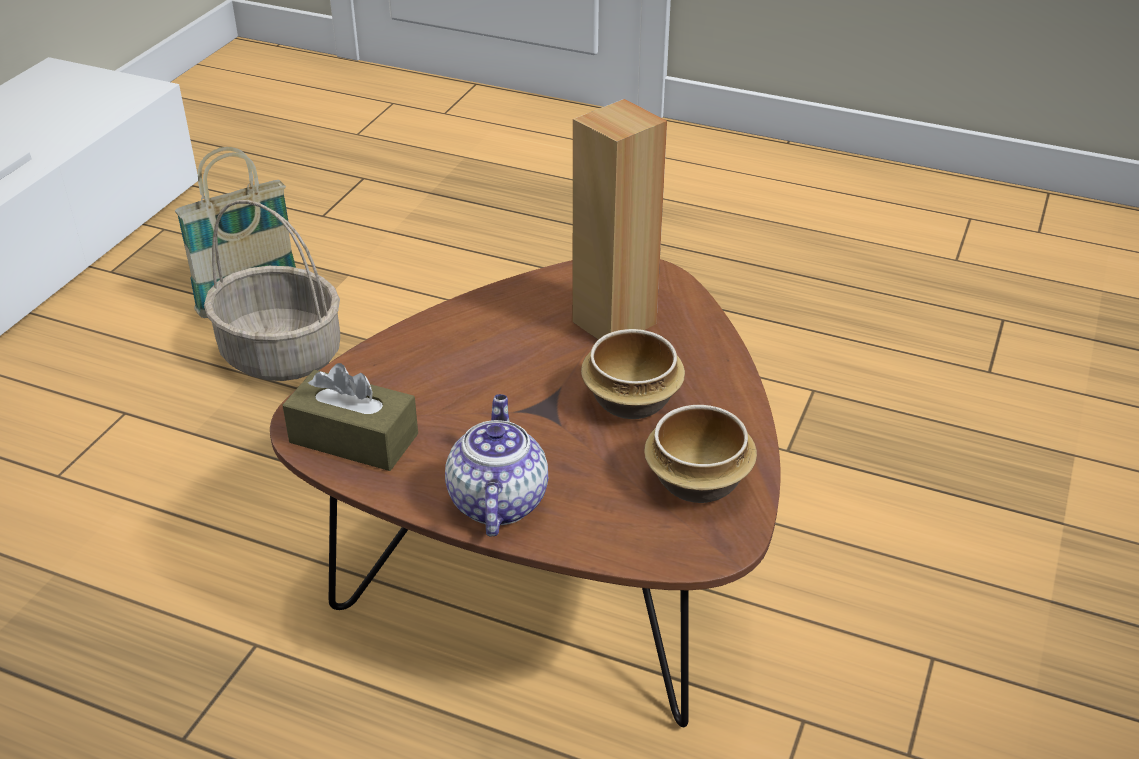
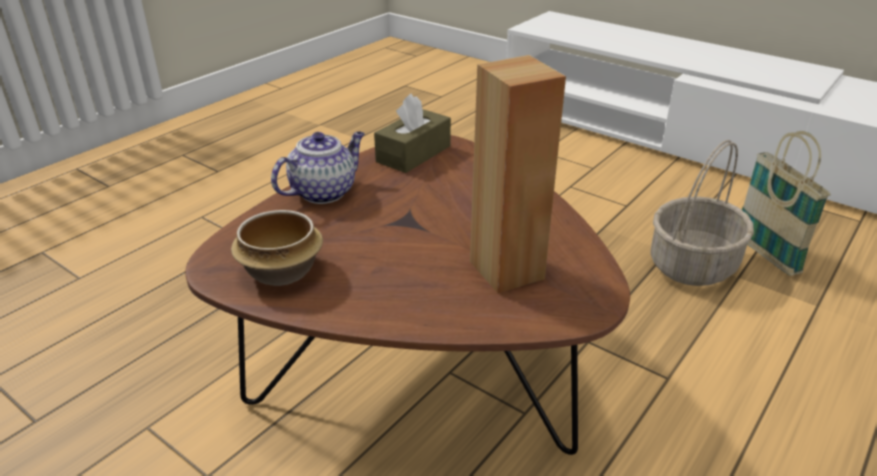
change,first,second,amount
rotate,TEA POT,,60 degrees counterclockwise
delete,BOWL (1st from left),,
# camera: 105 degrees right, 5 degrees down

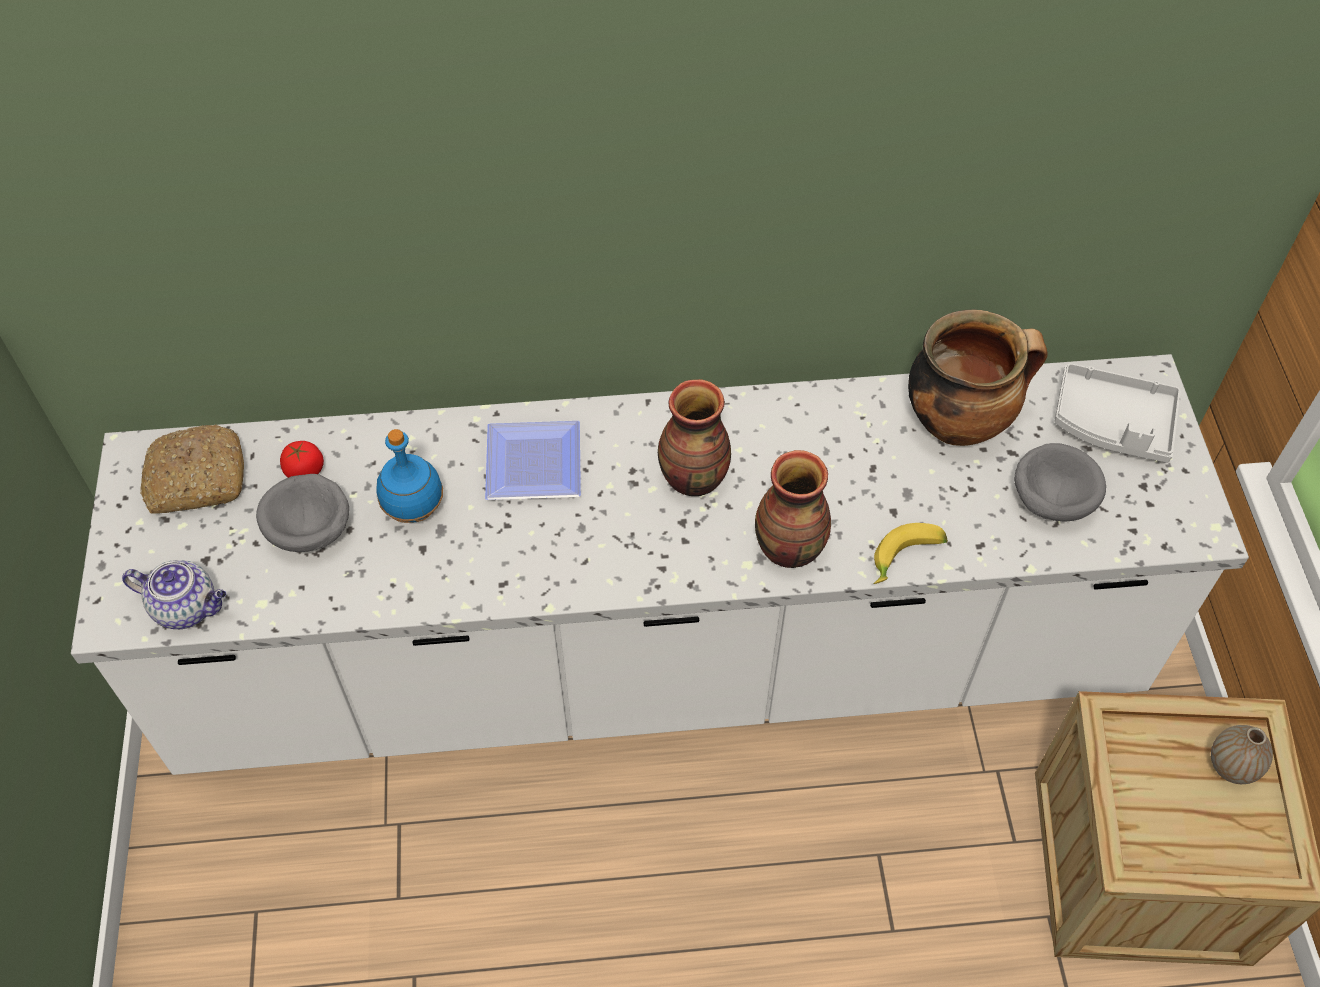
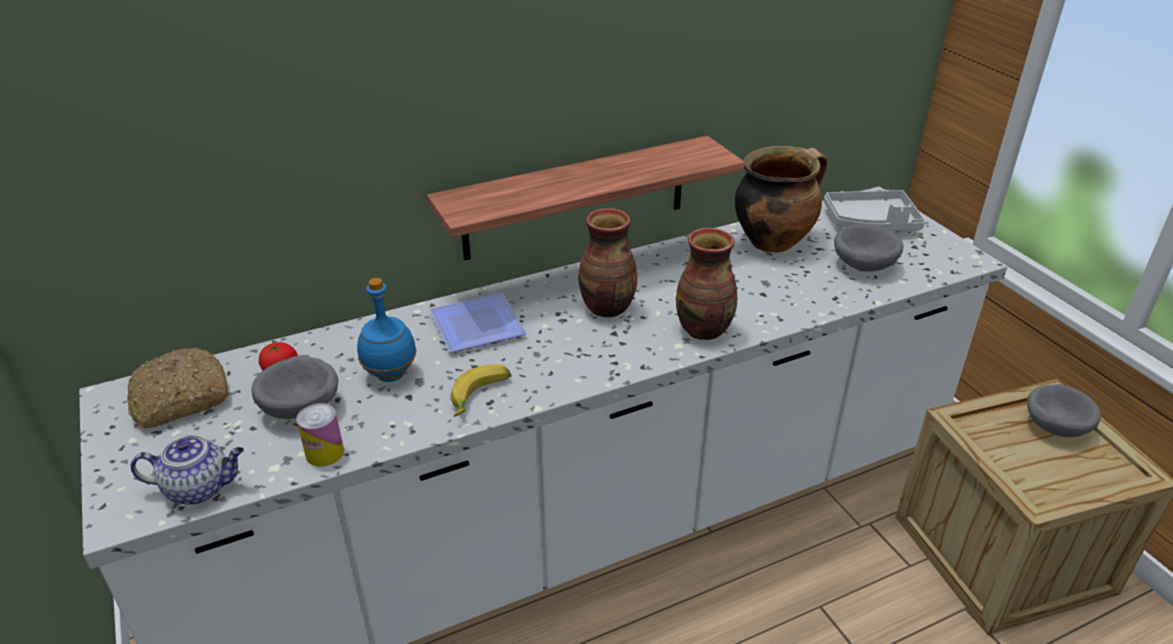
change,first,second,amount
move,BANANA FRUIT,,
replace,VASE (3rd from left),GRAY BOWL (3rd from left),
insert,,SEALED CAN,
insert,,SHELF,
# camera: 20 degrees left, 20 degrees down

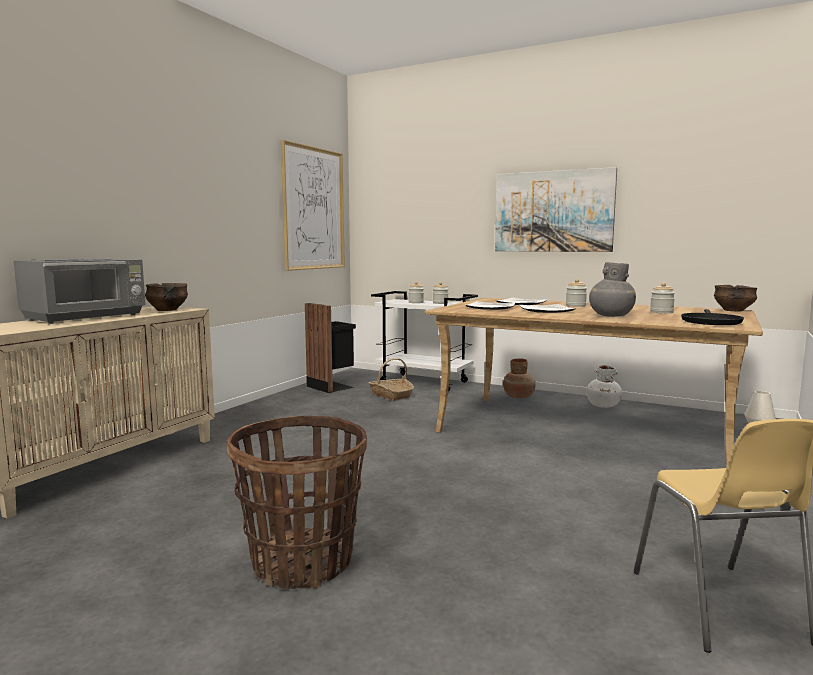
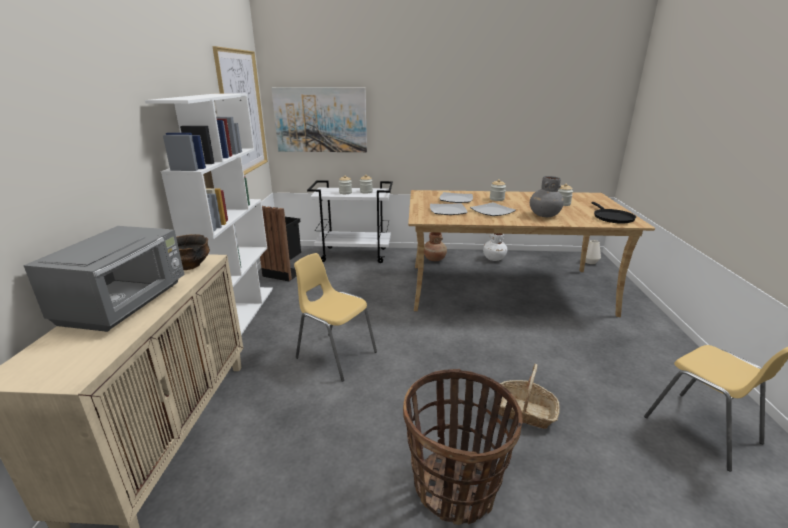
change,first,second,amount
move,HOUSEHOLD BASKET (2nd from left),,
move,PICTURE (2nd from left),,
delete,BOWL (2nd from left),,
insert,,WHITE-COLOURED BOOKSHELF,
insert,,YELLOWISH PLAIN CHAIR (1st from left),
# camera: 25 degrees left, 15 degrees up

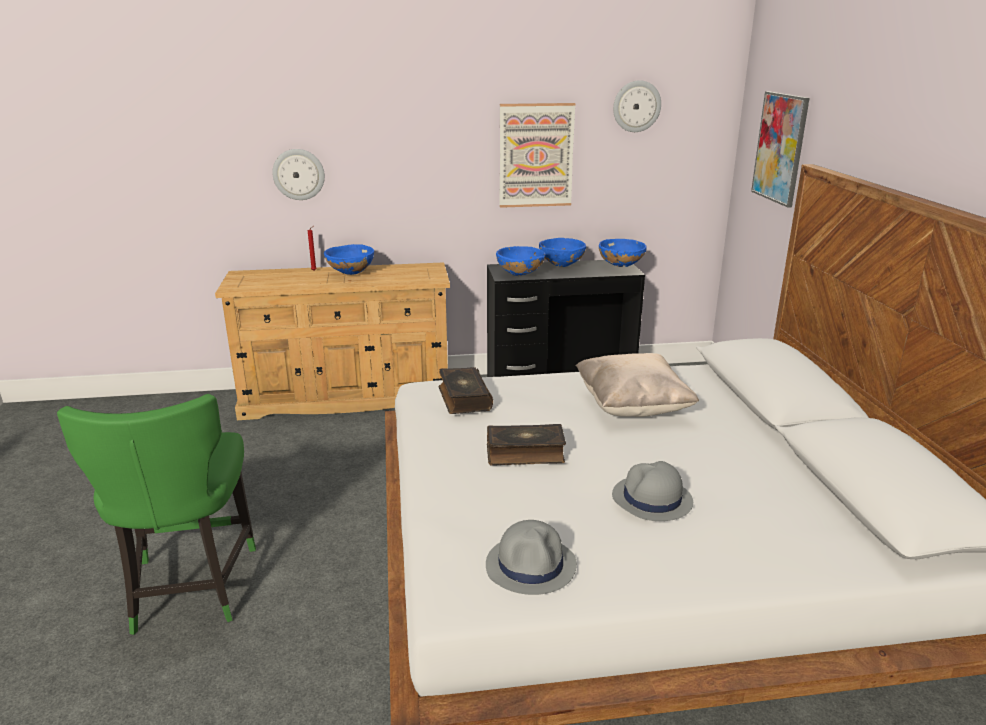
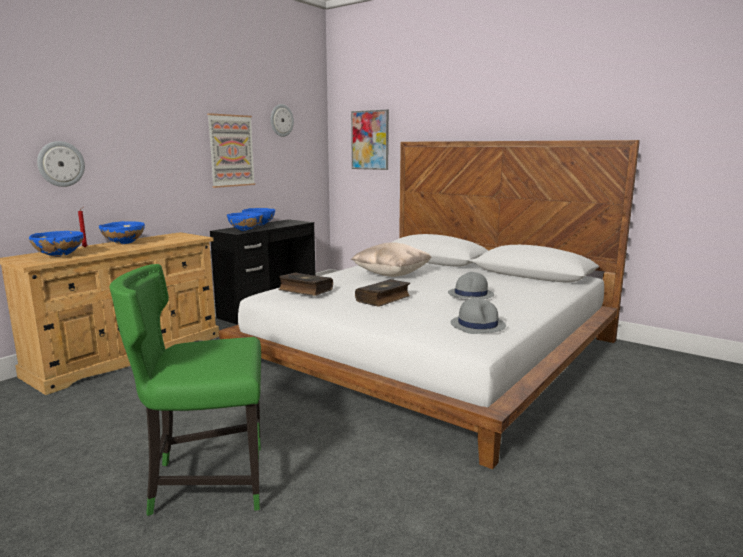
change,first,second,amount
rotate,GREEN PLAIN CHAIR,,135 degrees clockwise
move,BLUISH BOWL (4th from left in the first image),BLUISH BOWL (1st from left),
# camera: 45 degrees left, 10 degrees down

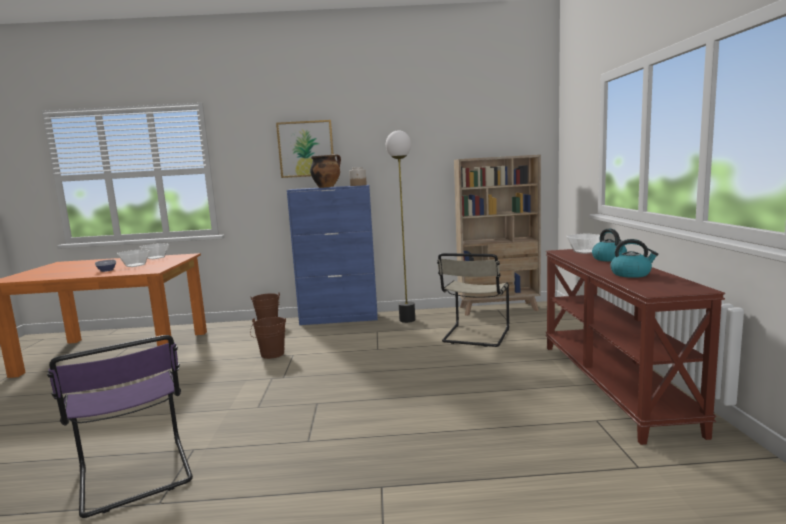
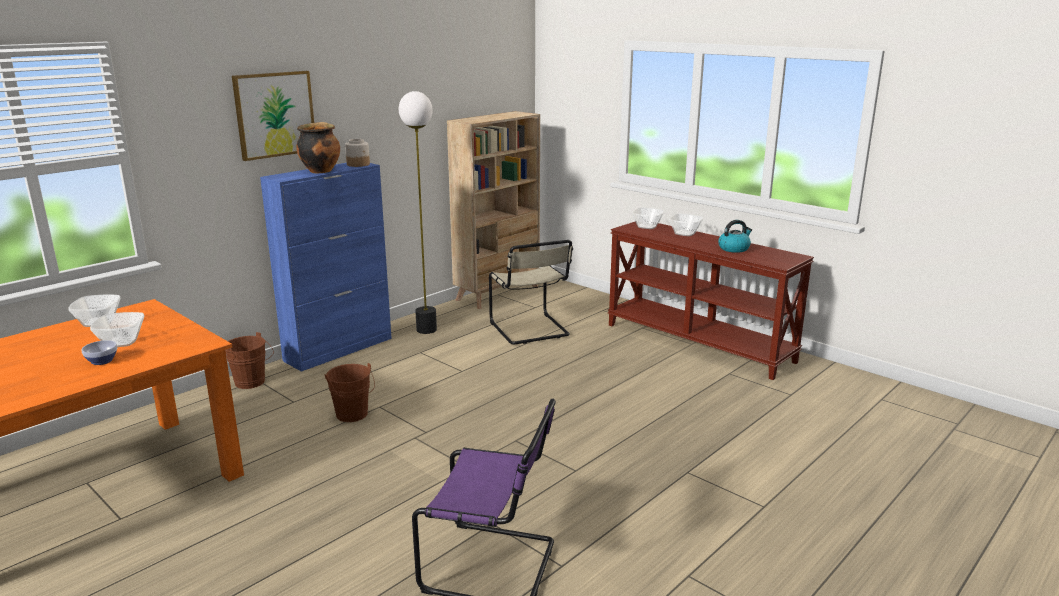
change,first,second,amount
replace,TEA KETTLE (1st from left),BOWL (5th from left),
# camera: 45 degrees left, 10 degrees up

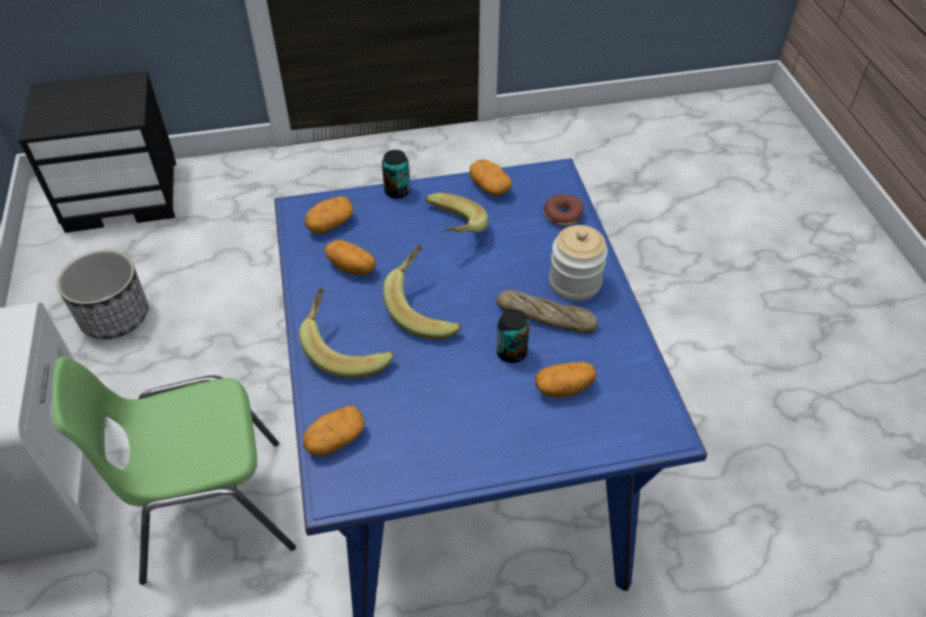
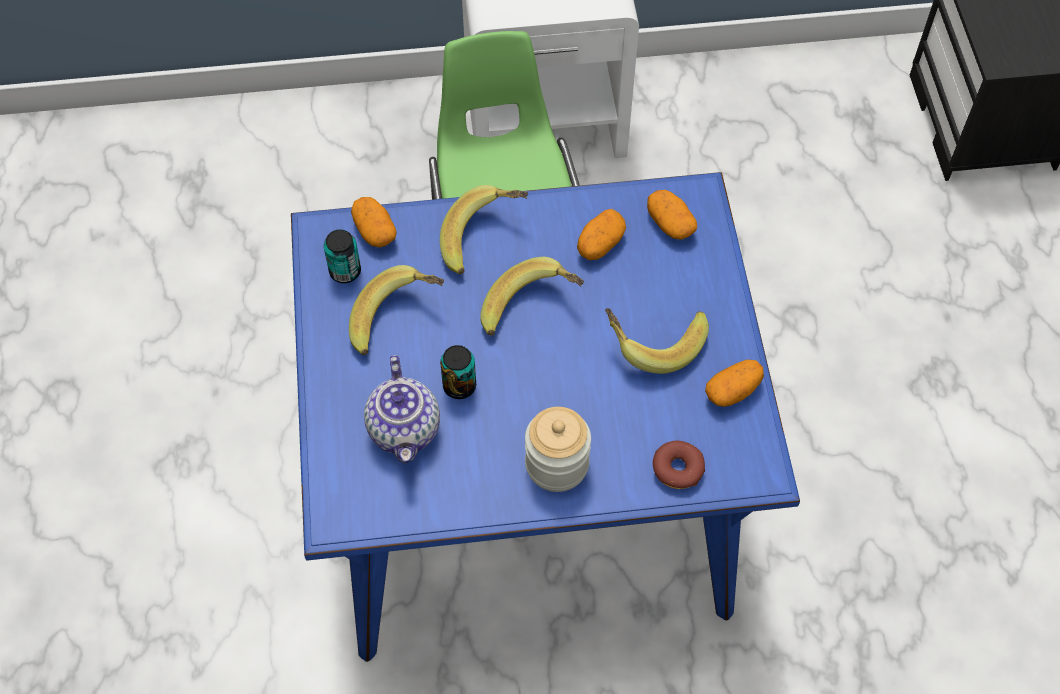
change,first,second,amount
delete,PLANT POT,,
move,SEALED CAN (1st from left),,
delete,BREAD,,
replace,WHOLE POTATO (5th from left),TEA POT,
insert,,BANANA FRUIT (1st from left),
# camera: 95 degrees right, 10 degrees up

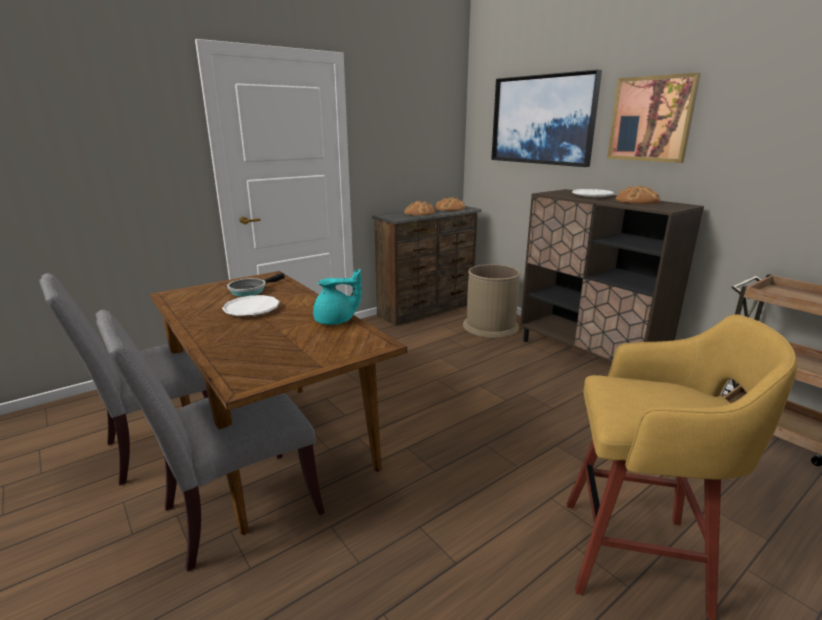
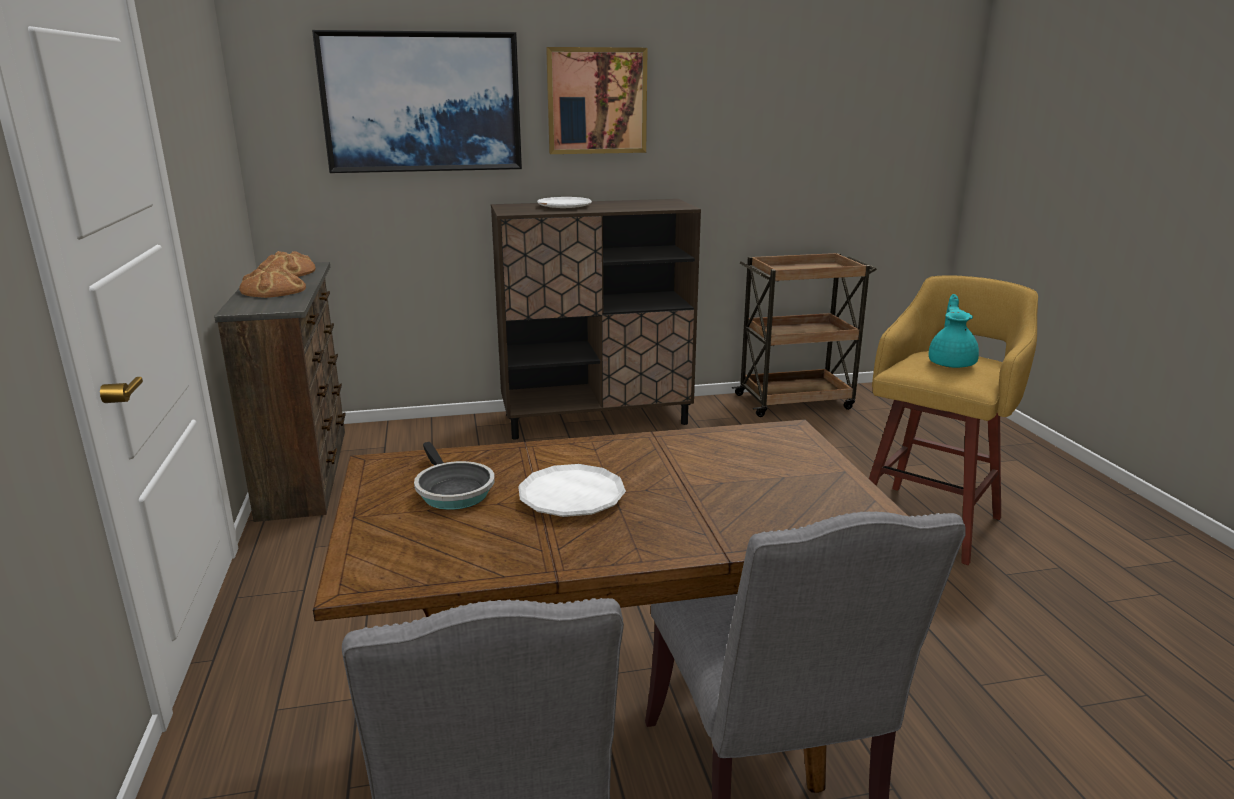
change,first,second,amount
move,TURQUOISE-COLOURED TEA POT,,
delete,BROWN TRASH CAN,,
delete,BREAD (3rd from left),,
# camera: 65 degrees left, 0 degrees up

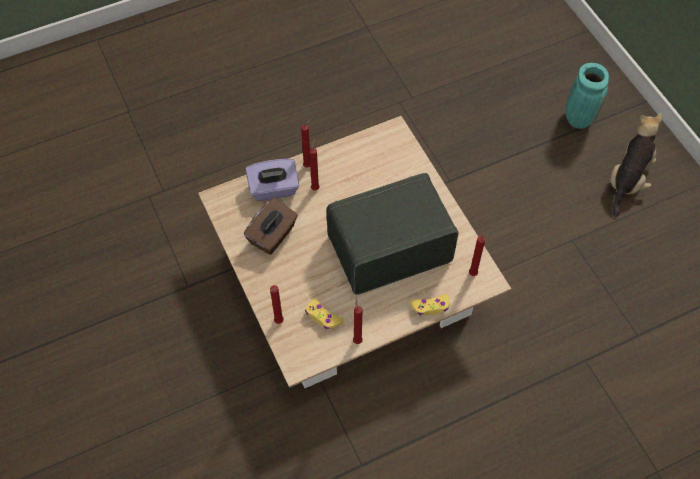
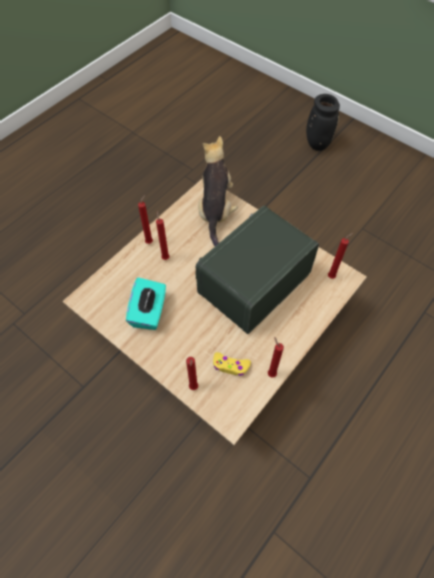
change,first,second,amount
recolor,BROWN BOX OF TISSUES,TURQUOISE-COLOURED BOX OF TISSUES,
delete,PURPLE BOX OF TISSUES,,
delete,YELLOWISH JOYPAD (2nd from left),,
recolor,TURQUOISE-COLOURED VASE,BLACKISH VASE,
move,SOFT TOY,,
# camera: 25 degrees left, 0 degrees up

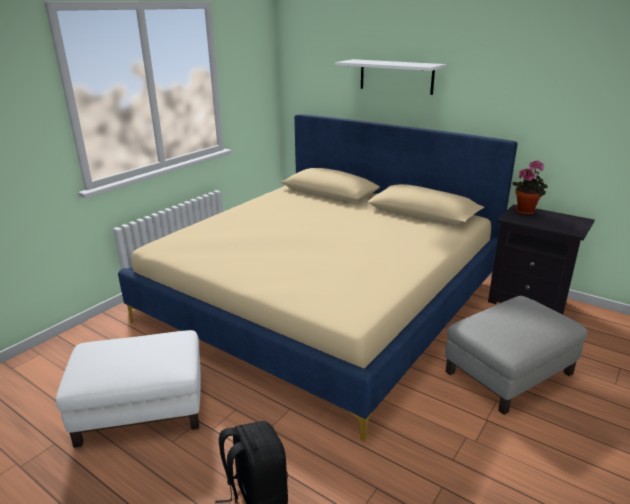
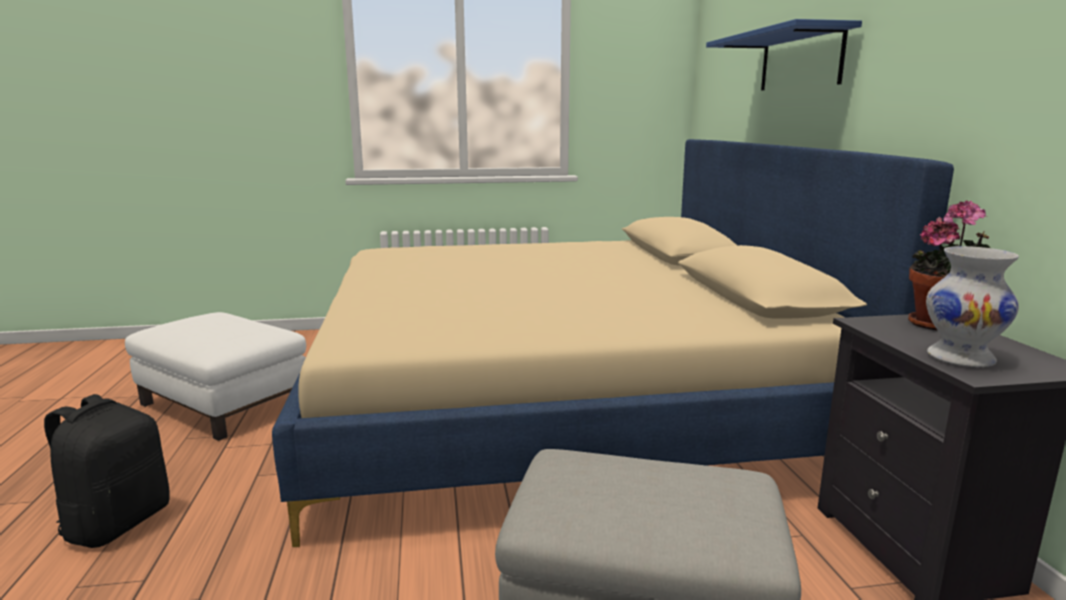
change,first,second,amount
recolor,WHITE-COLOURED SHELF,BLUISH SHELF,
insert,,WHITE-COLOURED VASE,
# camera: 45 degrees right, 10 degrees down

